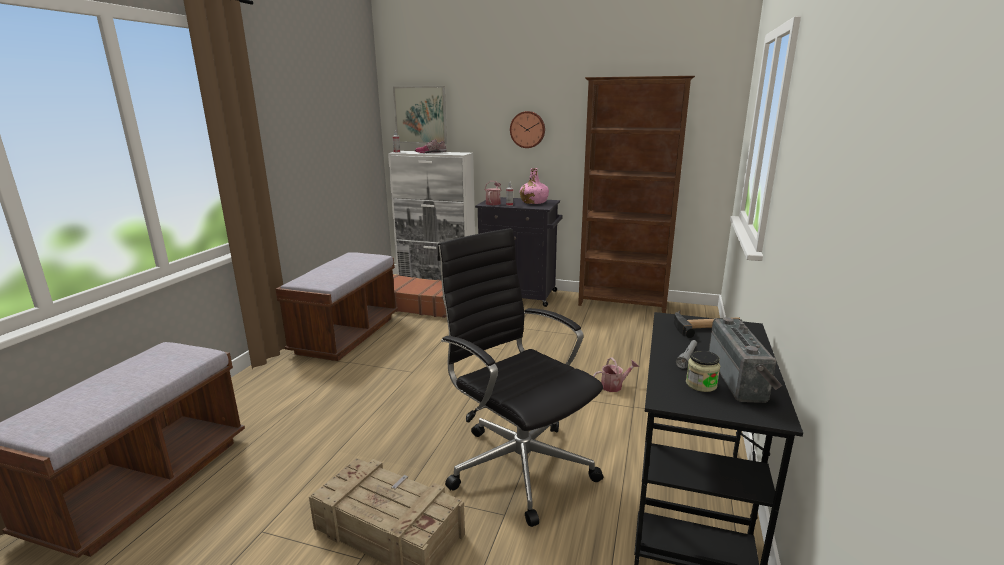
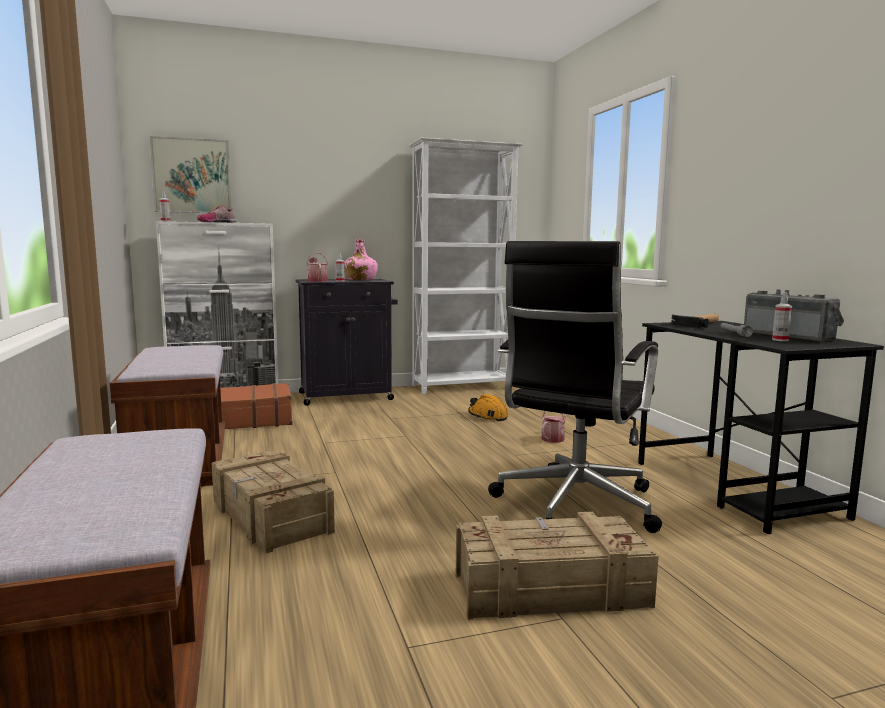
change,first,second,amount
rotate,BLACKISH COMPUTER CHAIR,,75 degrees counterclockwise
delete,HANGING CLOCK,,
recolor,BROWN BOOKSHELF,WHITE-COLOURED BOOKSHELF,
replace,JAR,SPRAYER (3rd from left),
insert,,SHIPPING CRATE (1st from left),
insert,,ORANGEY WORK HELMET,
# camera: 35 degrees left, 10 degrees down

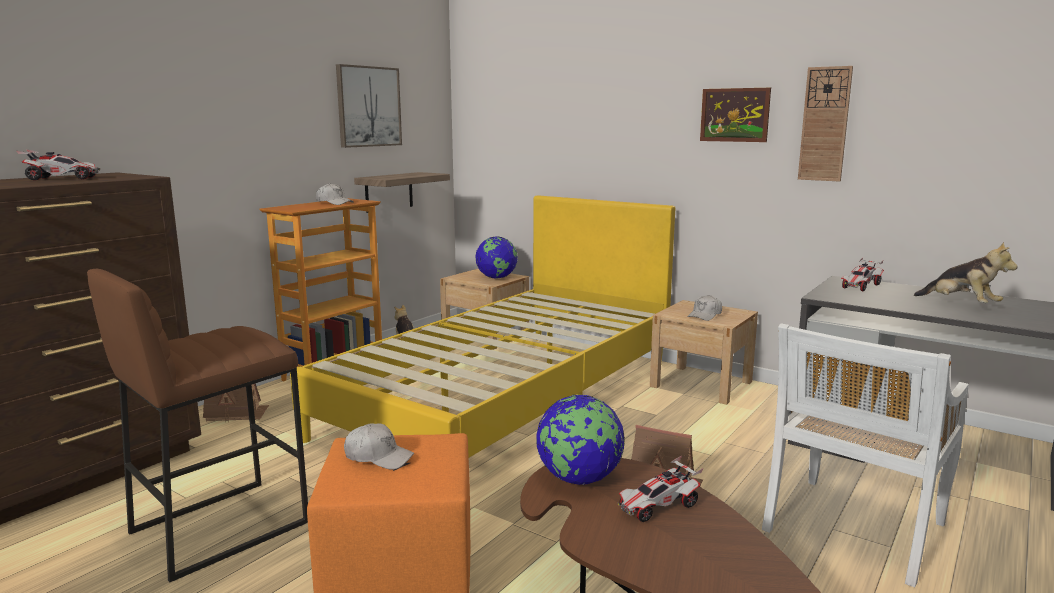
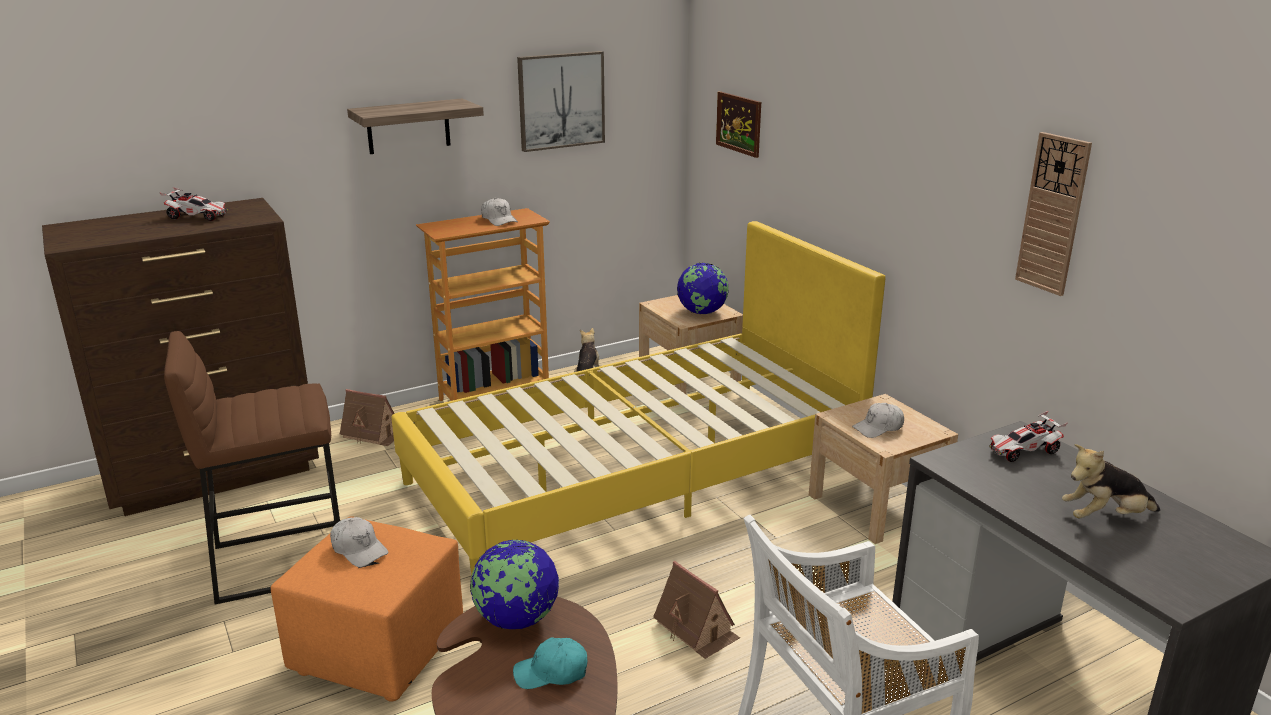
change,first,second,amount
move,SHELF,,
replace,MINIATURE CAR (2nd from left),TURQUOISE-COLOURED BASEBALL CAP,
move,PICTURE (2nd from left),,
rotate,SOFT TOY (2nd from left),,90 degrees clockwise
# camera: 25 degrees right, 10 degrees up

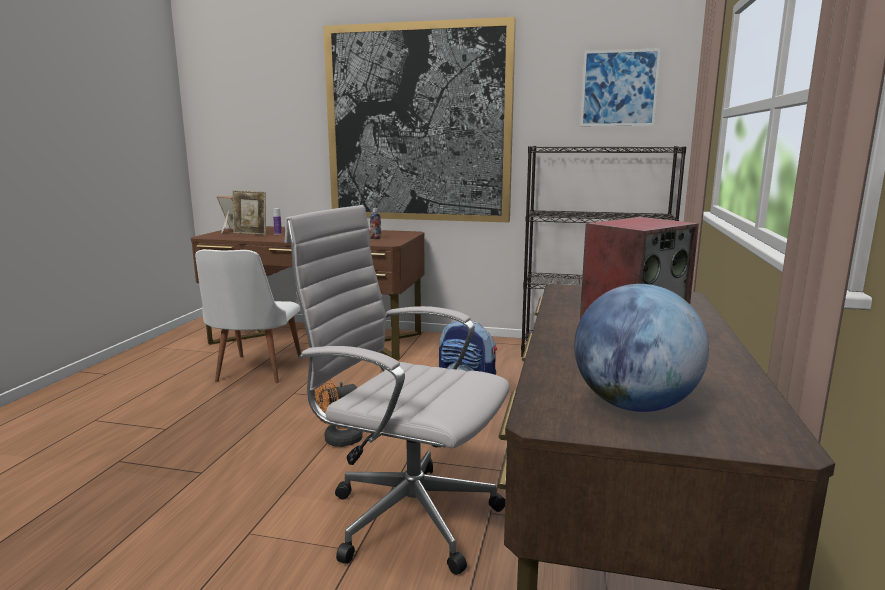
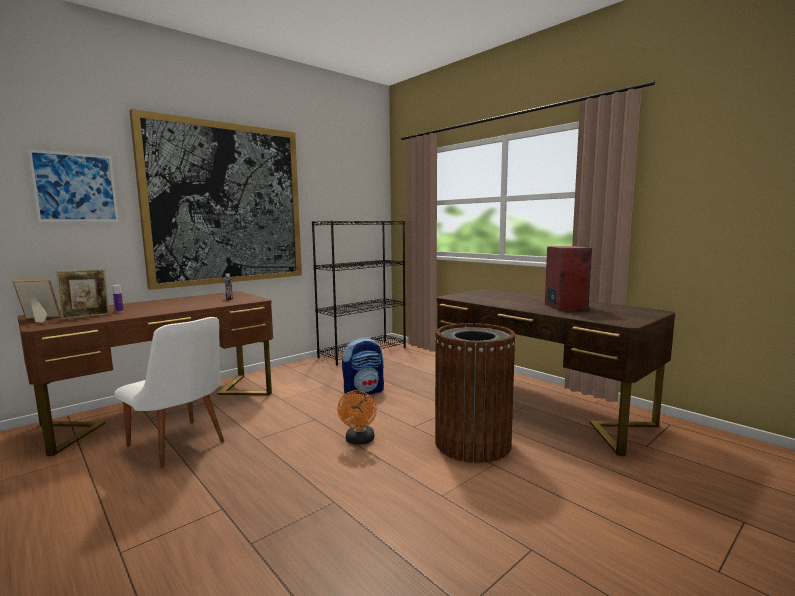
change,first,second,amount
replace,WHITE-COLOURED COMPUTER CHAIR,BROWN TRASH CAN,
delete,WORLD GLOBE,,
move,PICTURE (2nd from left in the first image),PICTURE (1st from left),
# camera: 55 degrees left, 5 degrees down

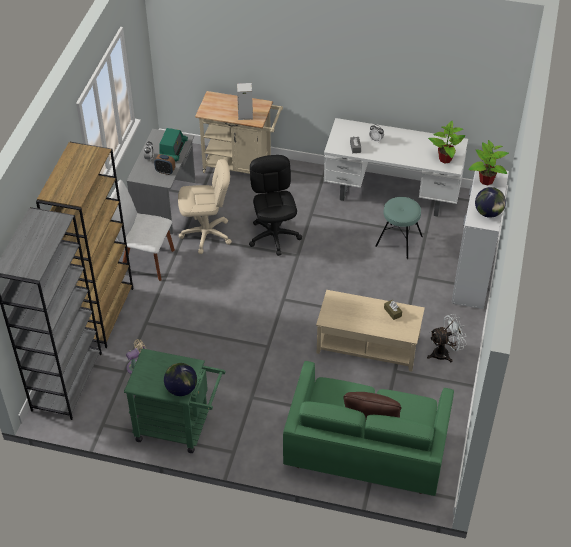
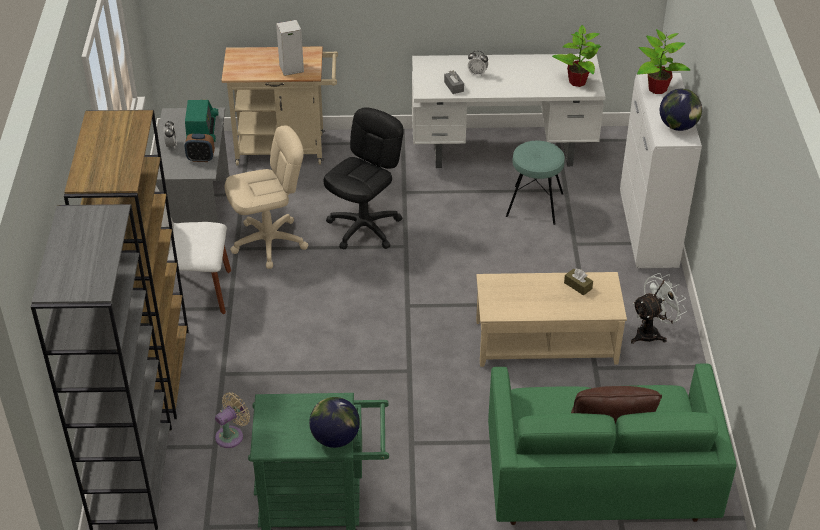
change,first,second,amount
rotate,BLACKISH COMPUTER CHAIR,,60 degrees clockwise
# camera: 15 degrees left, 5 degrees down

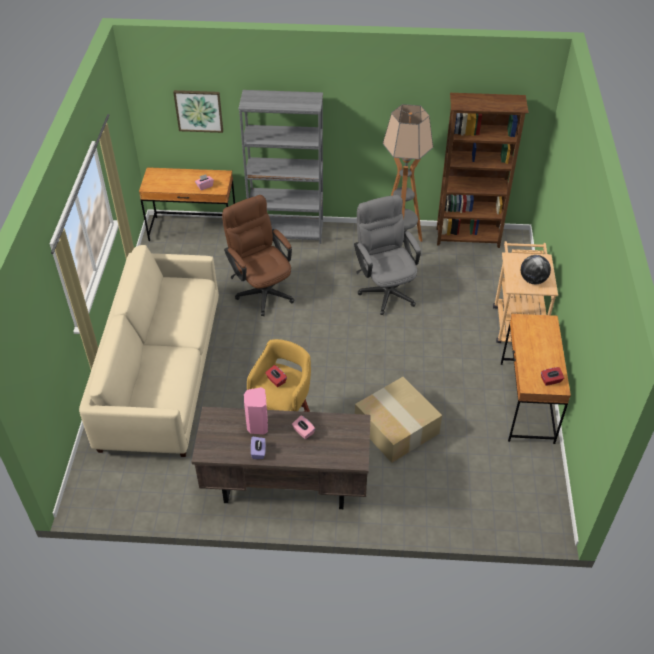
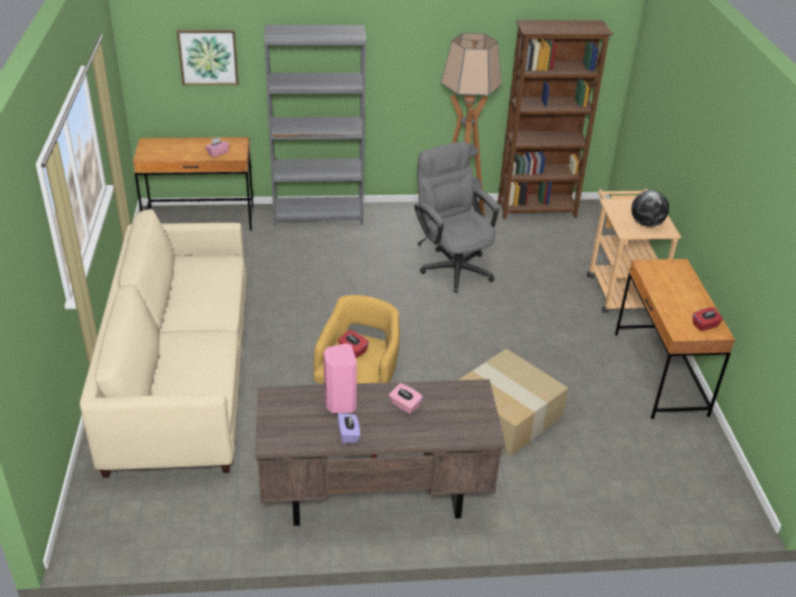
change,first,second,amount
delete,BROWN COMPUTER CHAIR,,
# camera: 10 degrees left, 10 degrees down

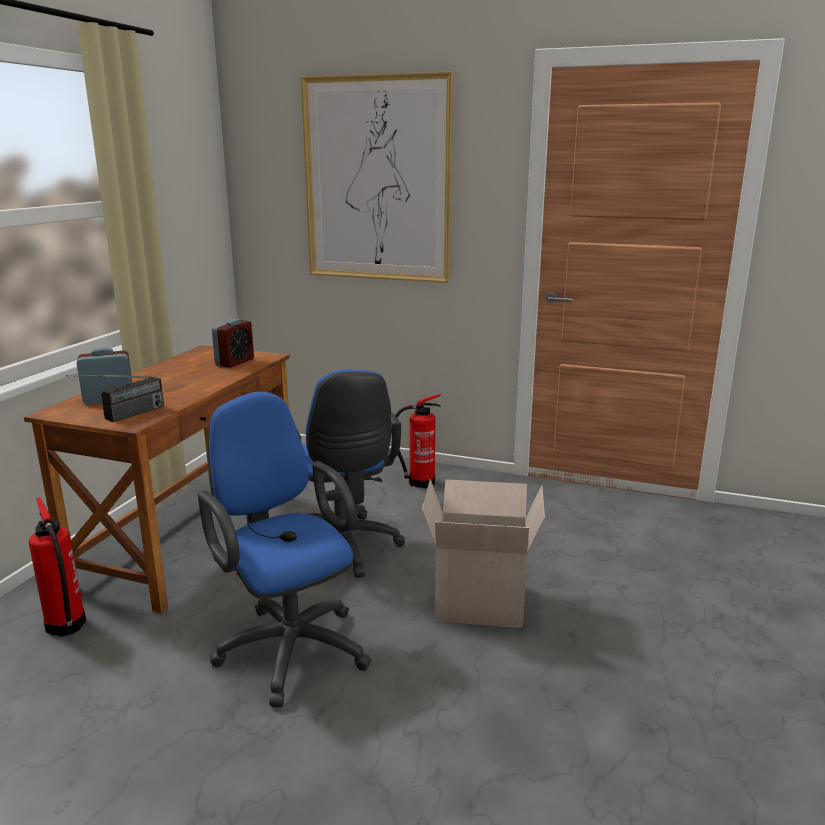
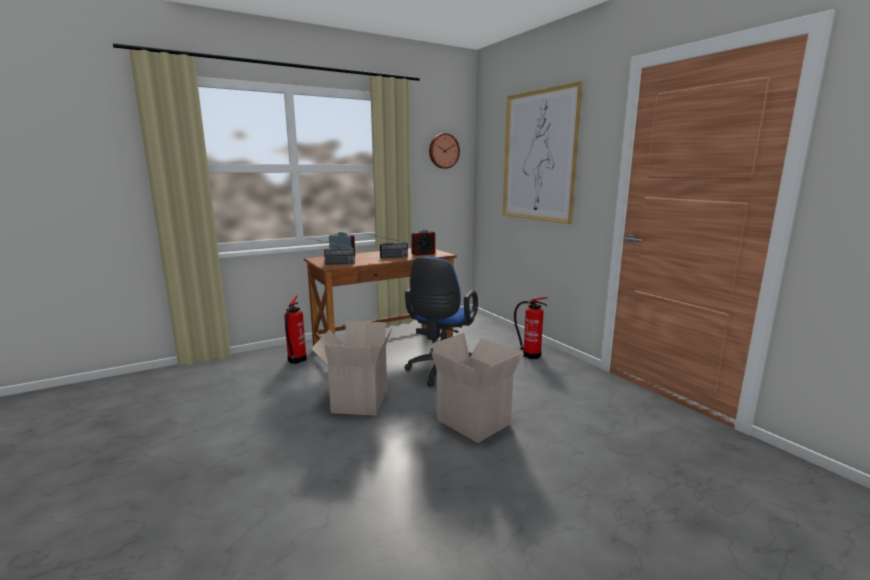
change,first,second,amount
replace,BLUISH COMPUTER CHAIR (1st from left),PACKING BOX (1st from left),
insert,,RADIO (2nd from left),
insert,,HANGING CLOCK,
# camera: 40 degrees right, 5 degrees down

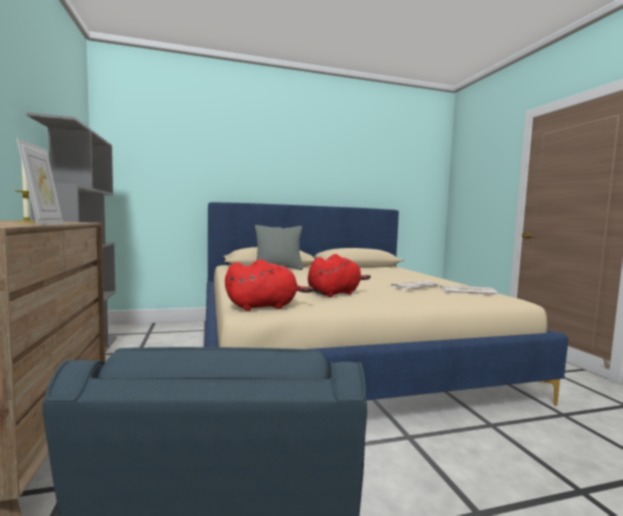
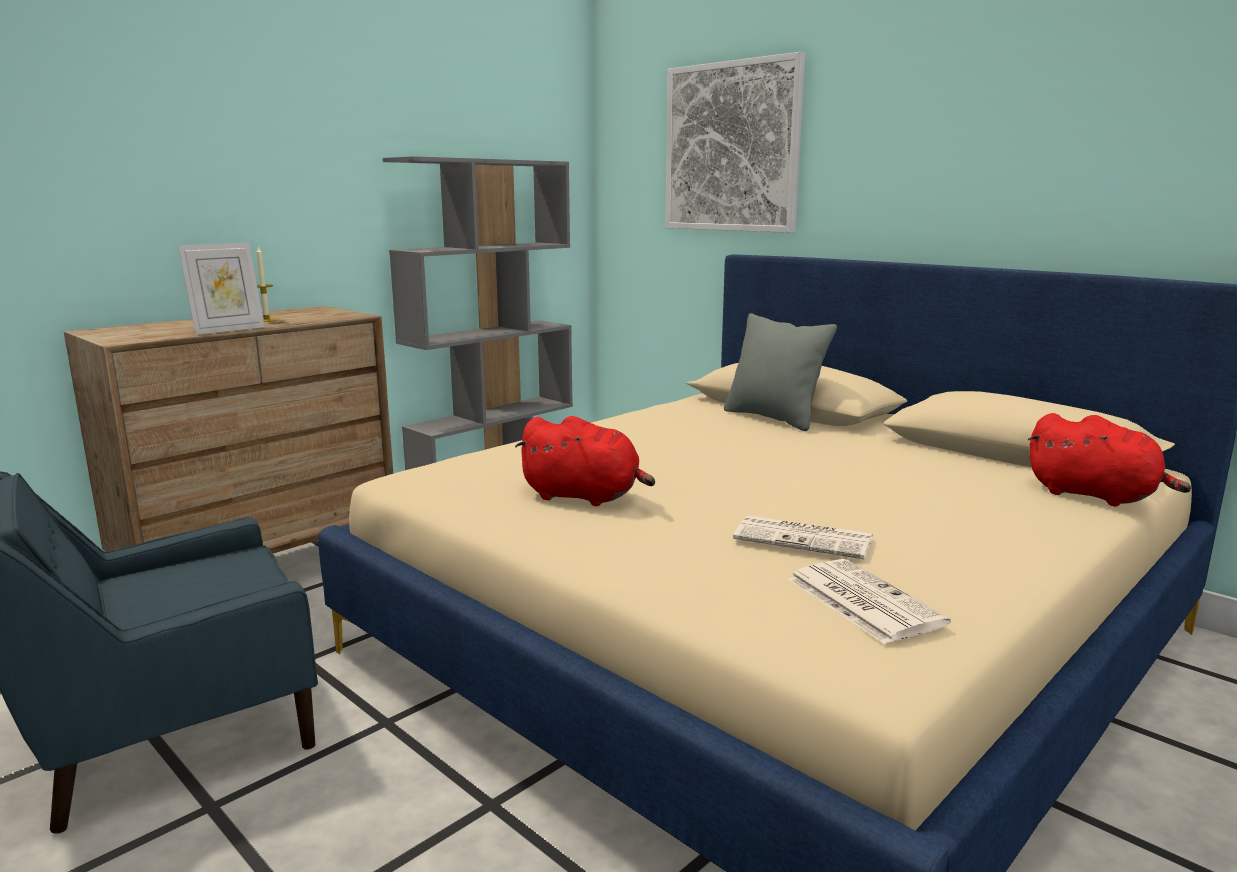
change,first,second,amount
move,RED-COLOURED SOFT TOY (1st from left in the first image),RED-COLOURED SOFT TOY (2nd from left),
insert,,PICTURE,
# camera: 60 degrees right, 10 degrees up

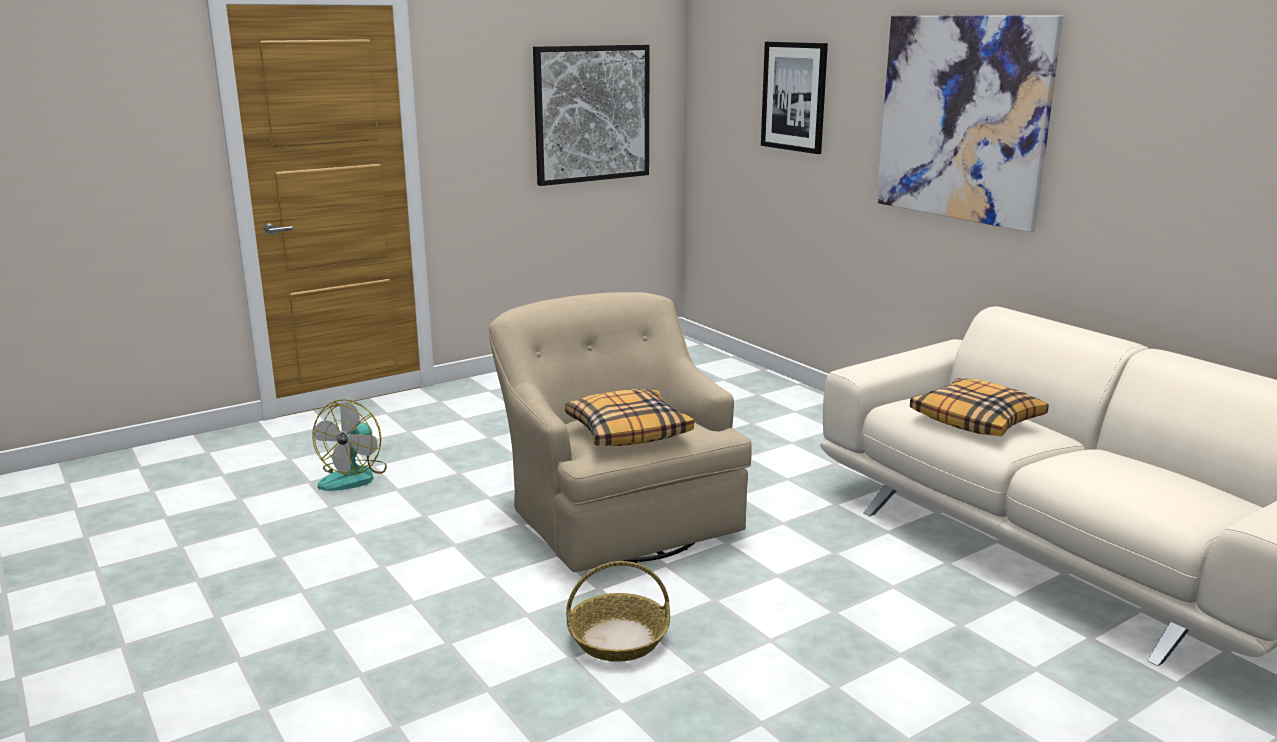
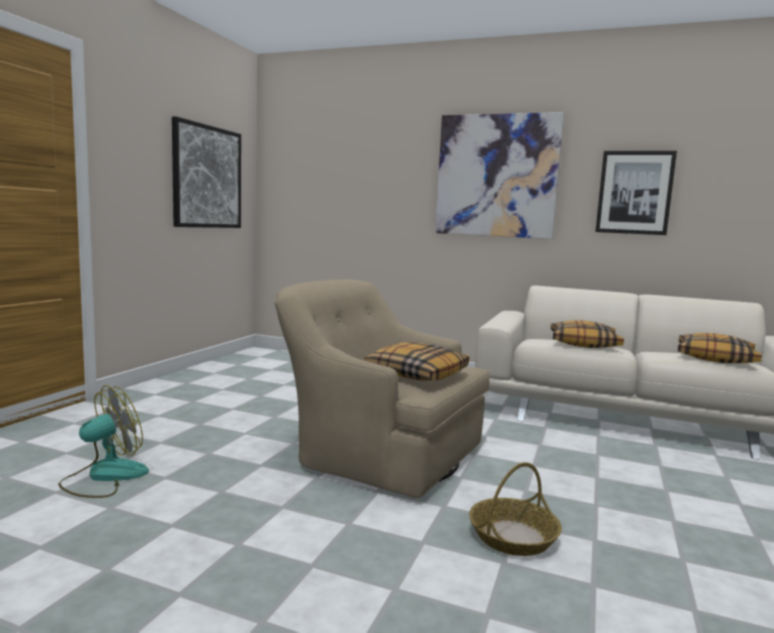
change,first,second,amount
rotate,FAN,,120 degrees counterclockwise
move,PICTURE (2nd from left in the first image),PICTURE (3rd from left),
insert,,CUSHION (3rd from left),
# camera: 35 degrees left, 10 degrees down

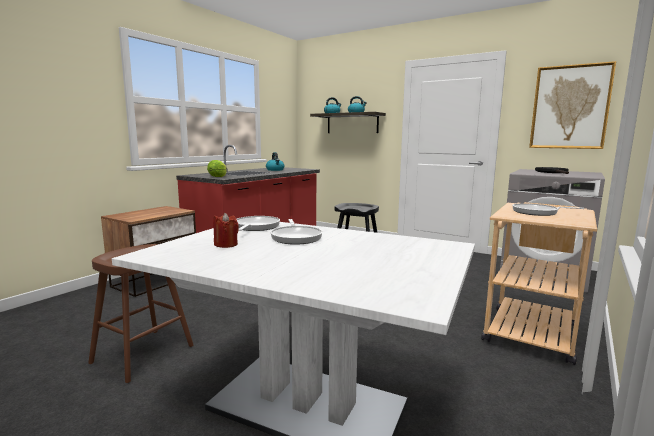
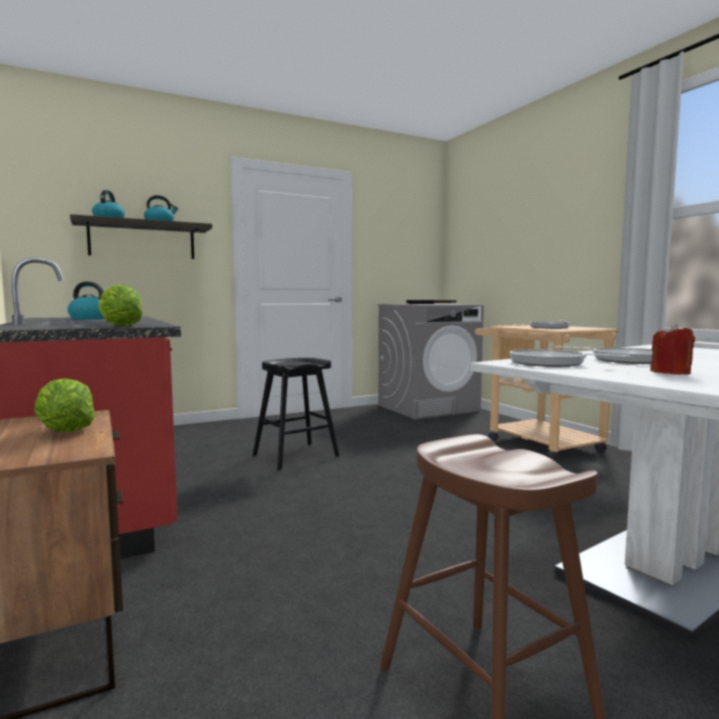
change,first,second,amount
delete,PICTURE,,
insert,,LETTUCE HEAD (1st from left),
# camera: 60 degrees left, 5 degrees down

